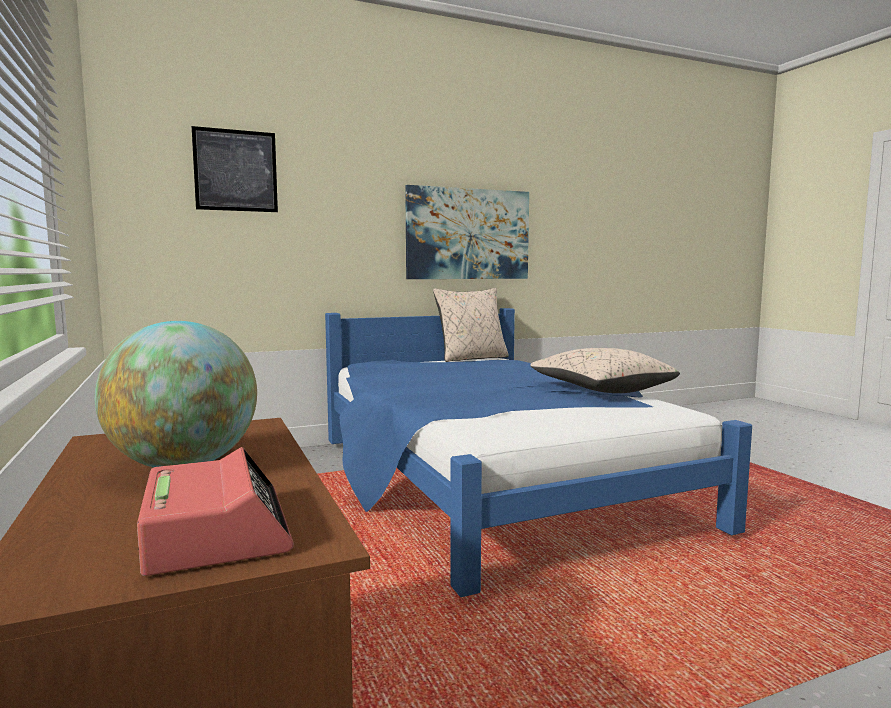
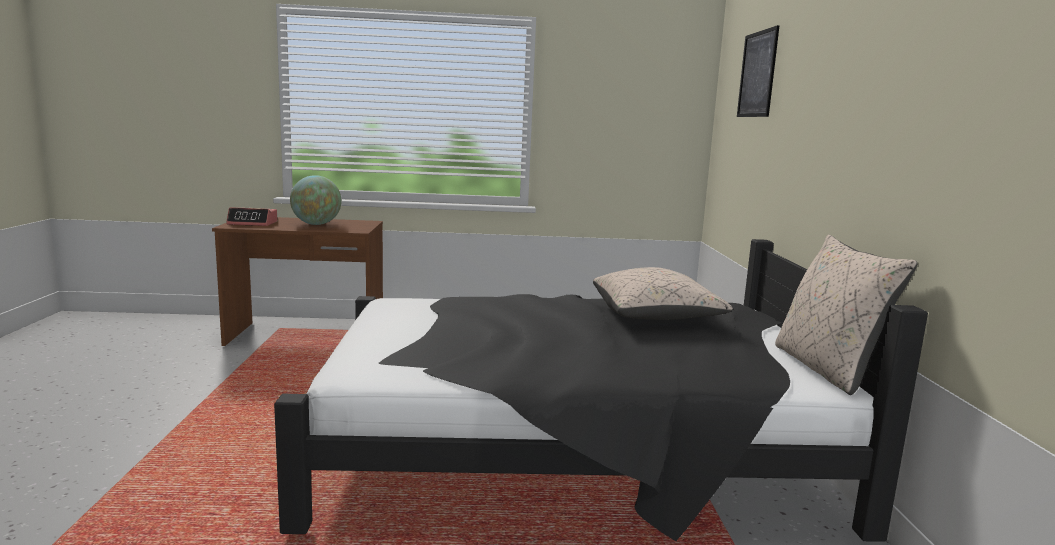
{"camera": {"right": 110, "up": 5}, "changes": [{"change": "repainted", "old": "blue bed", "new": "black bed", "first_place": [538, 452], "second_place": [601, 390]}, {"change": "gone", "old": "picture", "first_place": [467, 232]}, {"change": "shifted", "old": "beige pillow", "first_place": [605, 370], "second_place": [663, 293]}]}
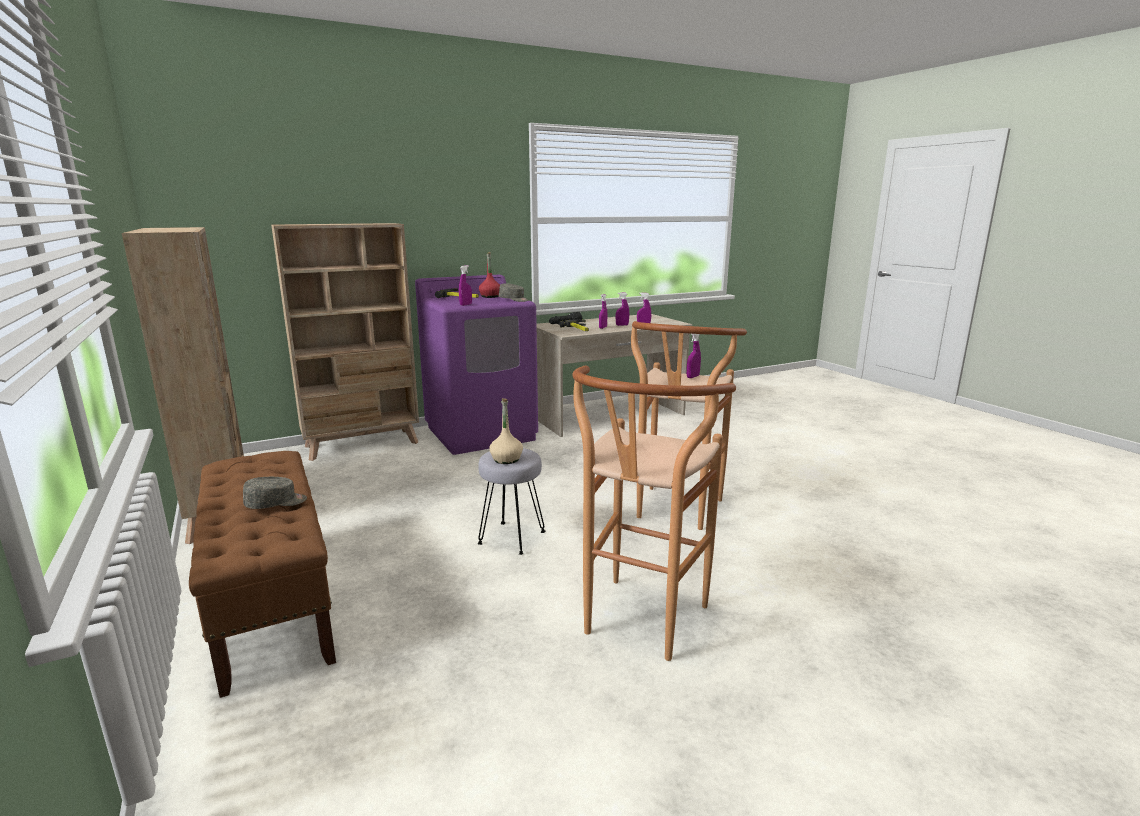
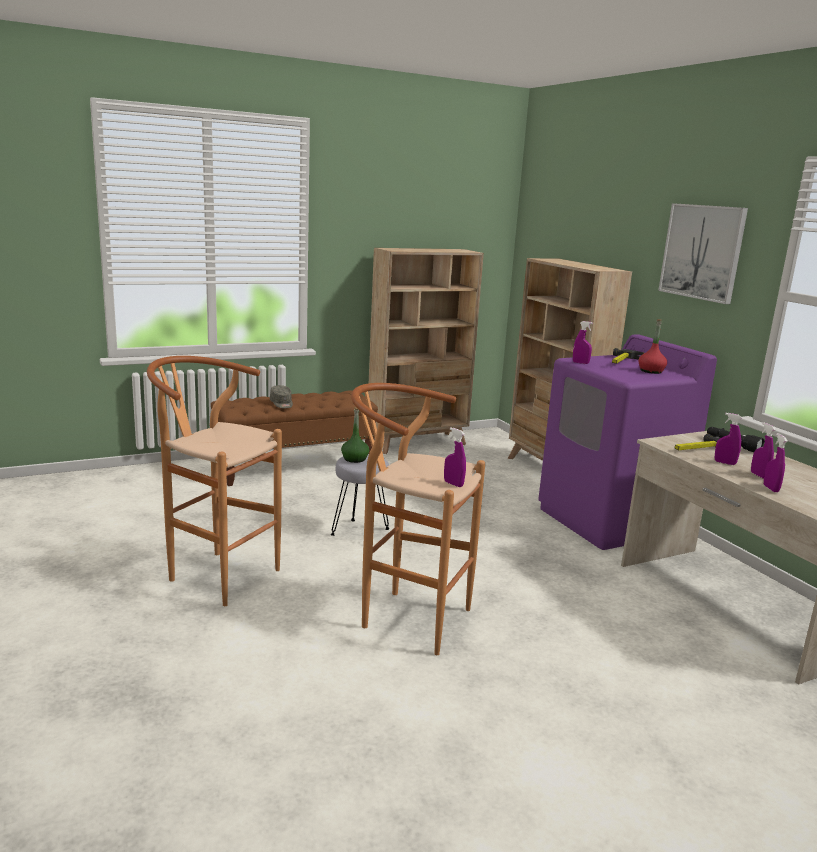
{"camera": {"right": 90, "up": 0}, "changes": [{"change": "repainted", "old": "beige bottle", "new": "green bottle", "first_place": [506, 431], "second_place": [355, 435]}, {"change": "gone", "old": "grey cap", "first_place": [514, 292]}, {"change": "new", "new": "picture", "second_place": [703, 253]}]}
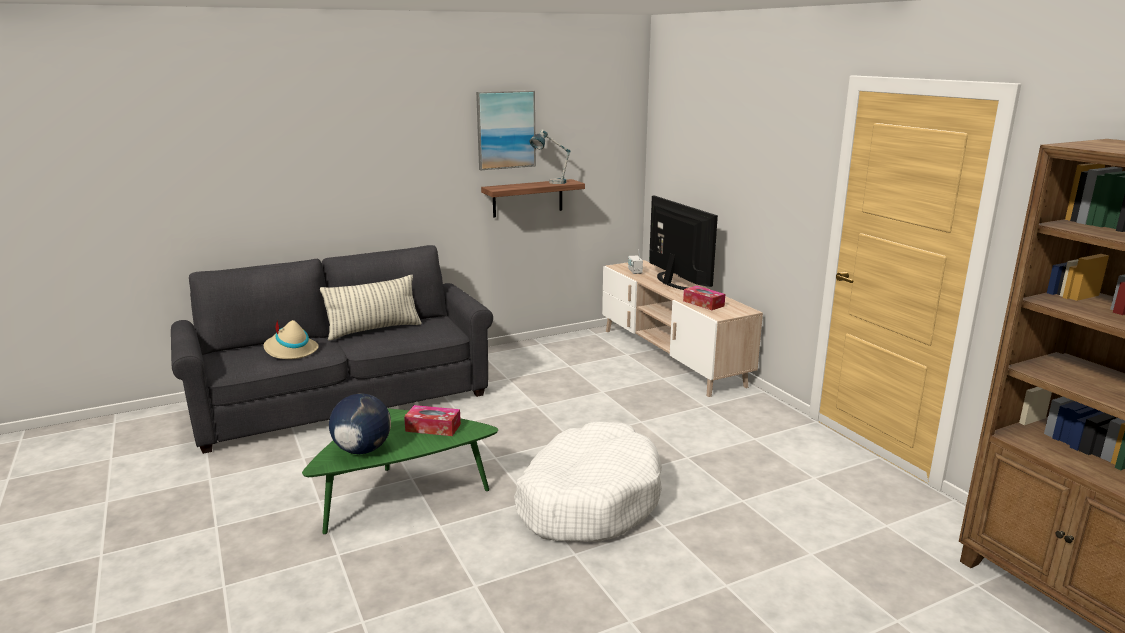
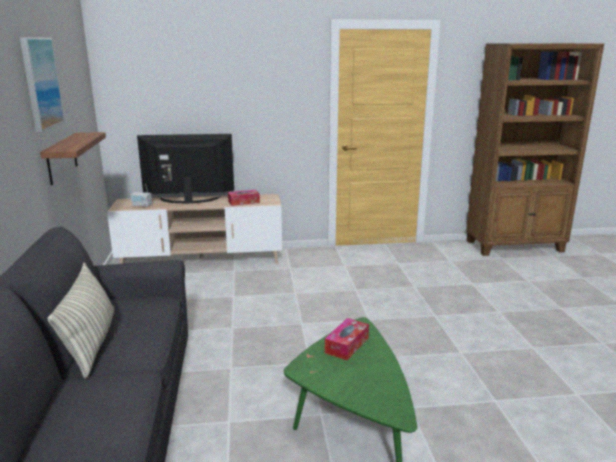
{"camera": {"right": -70, "up": 0}, "changes": [{"change": "gone", "old": "beige hat", "first_place": [291, 339]}, {"change": "gone", "old": "globe", "first_place": [360, 424]}, {"change": "gone", "old": "white dog bed", "first_place": [588, 482]}, {"change": "gone", "old": "table lamp", "first_place": [550, 156]}]}
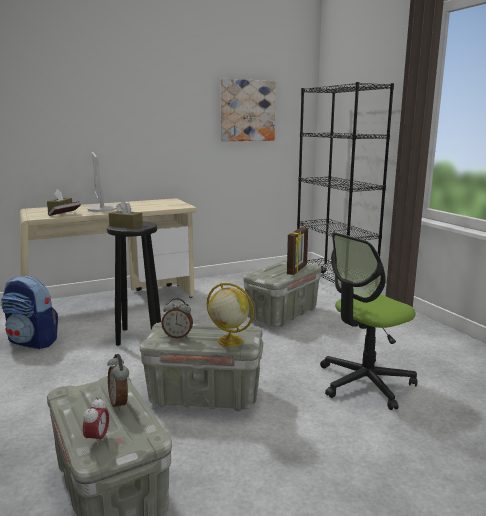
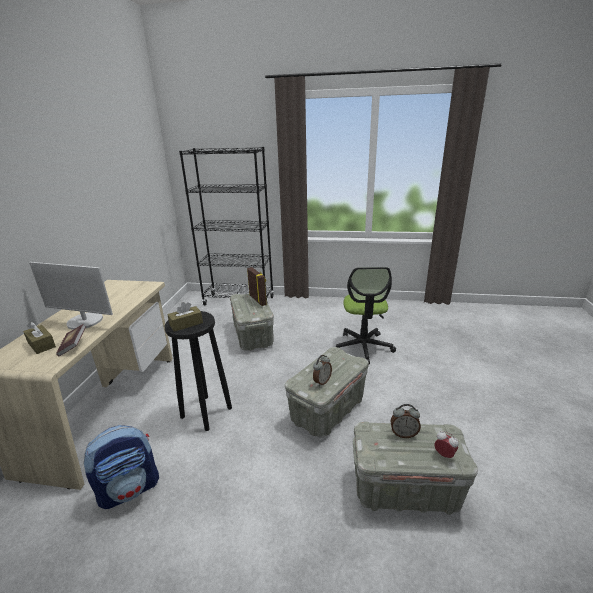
{"camera": {"right": -55, "up": 10}, "changes": [{"change": "gone", "old": "globe", "first_place": [230, 315]}, {"change": "gone", "old": "picture", "first_place": [248, 110]}]}
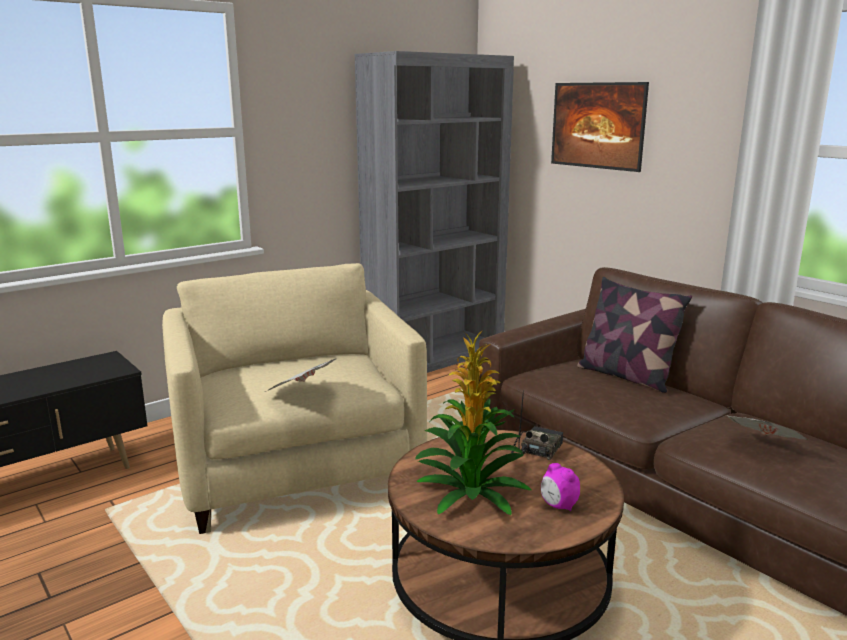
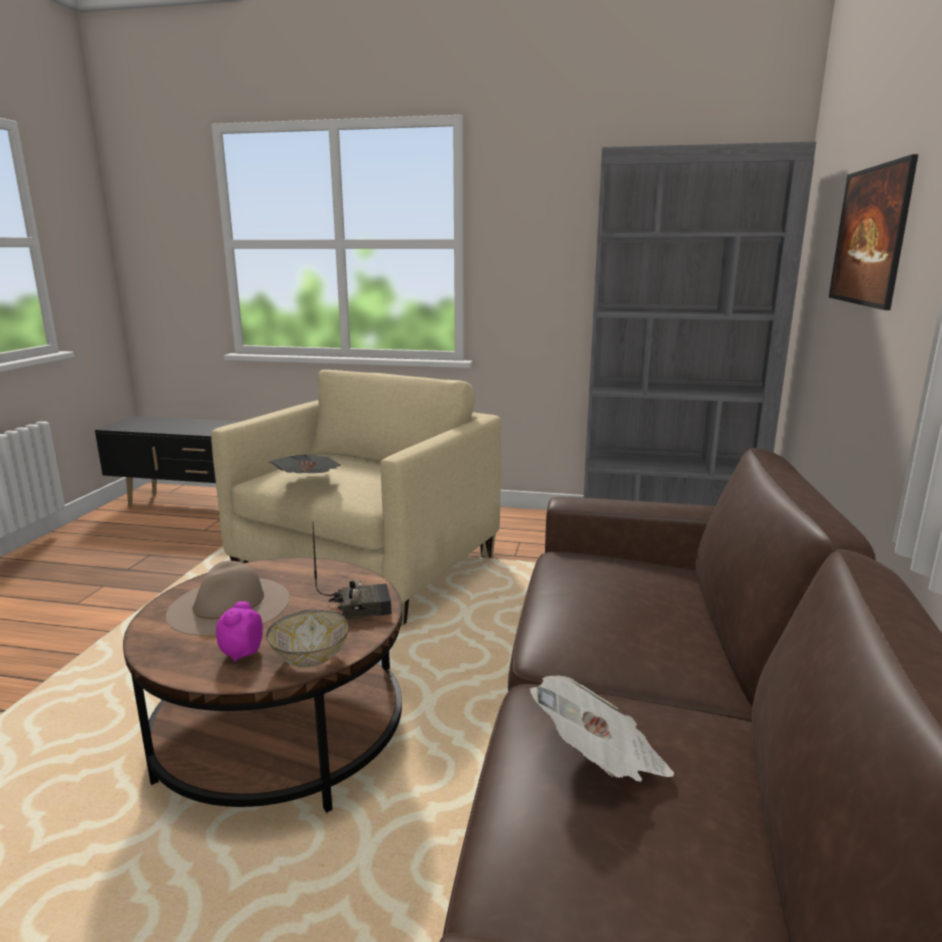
{"camera": {"right": 50, "up": 0}, "changes": [{"change": "swapped", "old": "potted plant", "new": "beige hat", "first_place": [473, 423], "second_place": [228, 598]}, {"change": "gone", "old": "pillow", "first_place": [634, 335]}, {"change": "new", "new": "bowl", "second_place": [307, 638]}]}
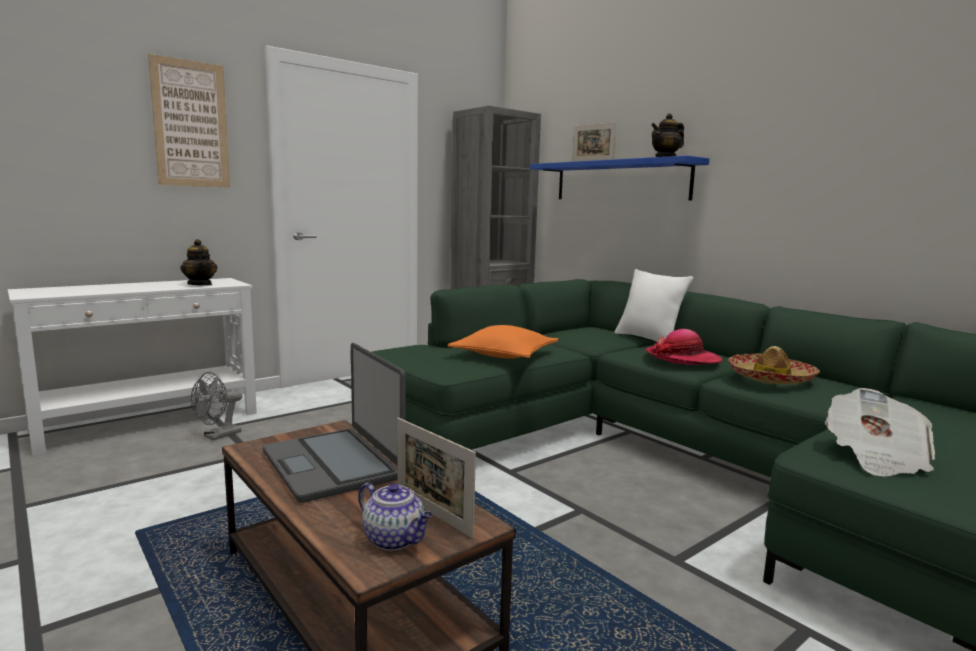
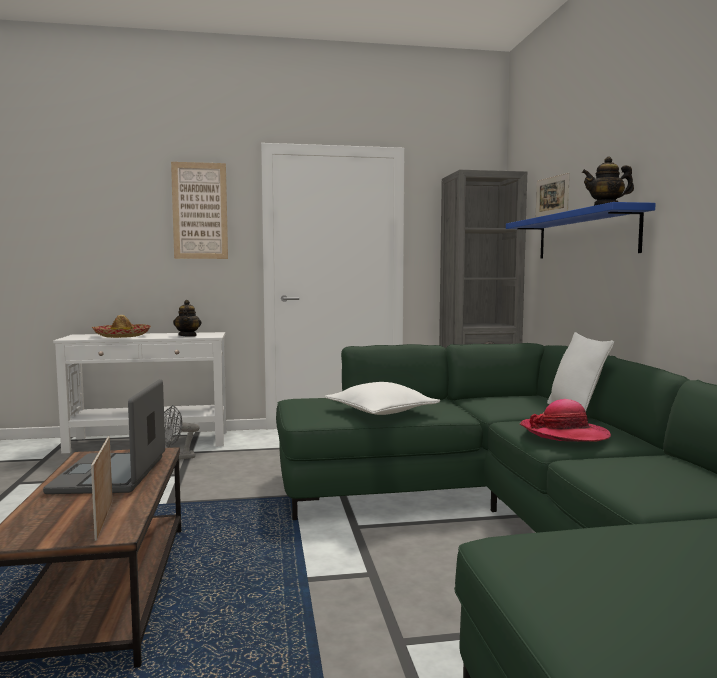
{"camera": {"right": 30, "up": -5}, "changes": [{"change": "gone", "old": "teapot", "first_place": [395, 517]}, {"change": "repainted", "old": "orange pillow", "new": "white pillow", "first_place": [503, 342], "second_place": [382, 398]}, {"change": "shifted", "old": "hat", "first_place": [774, 365], "second_place": [121, 326]}, {"change": "gone", "old": "newspaper", "first_place": [880, 432]}]}
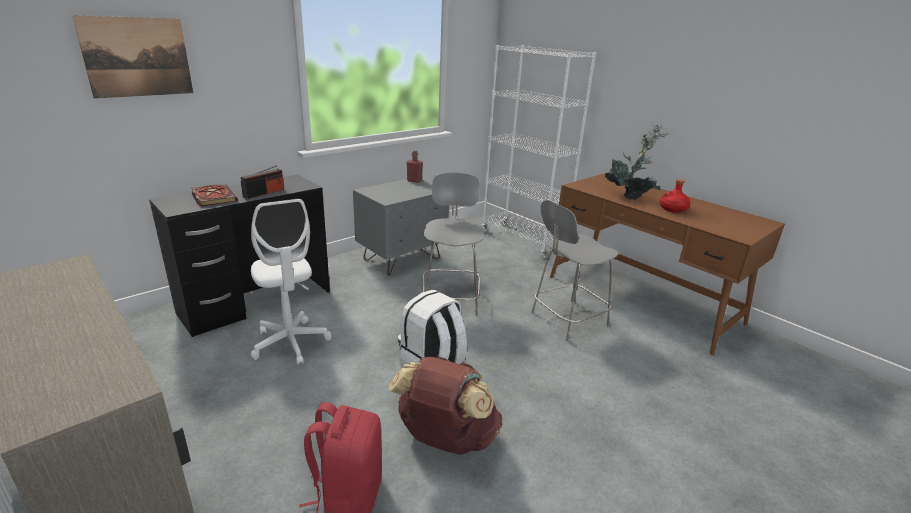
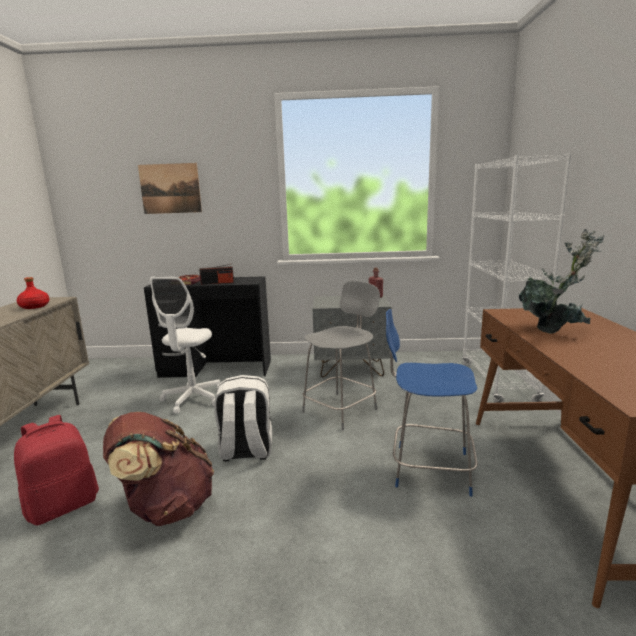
{"camera": {"right": 45, "up": -10}, "changes": [{"change": "repainted", "old": "grey chair", "new": "blue chair", "first_place": [574, 270], "second_place": [432, 403]}, {"change": "shifted", "old": "red bottle", "first_place": [675, 196], "second_place": [33, 293]}]}
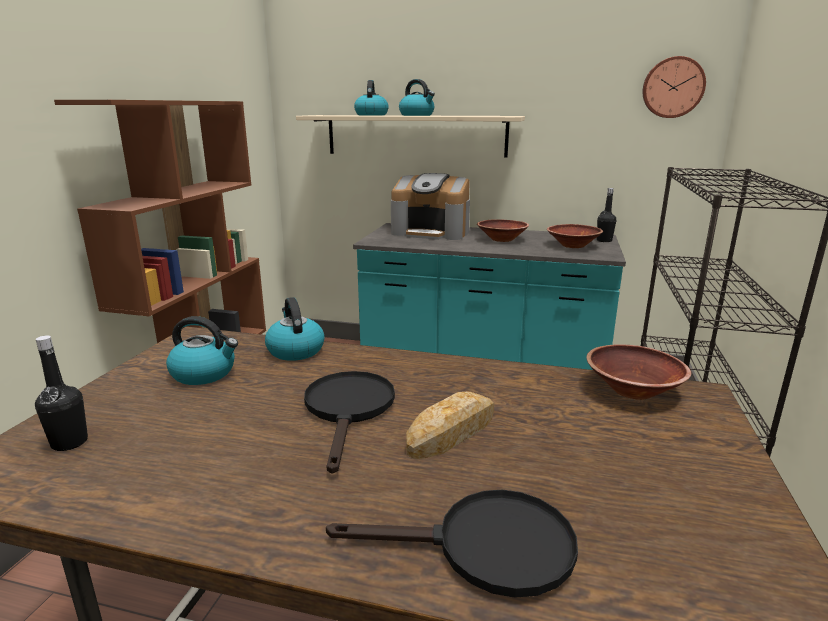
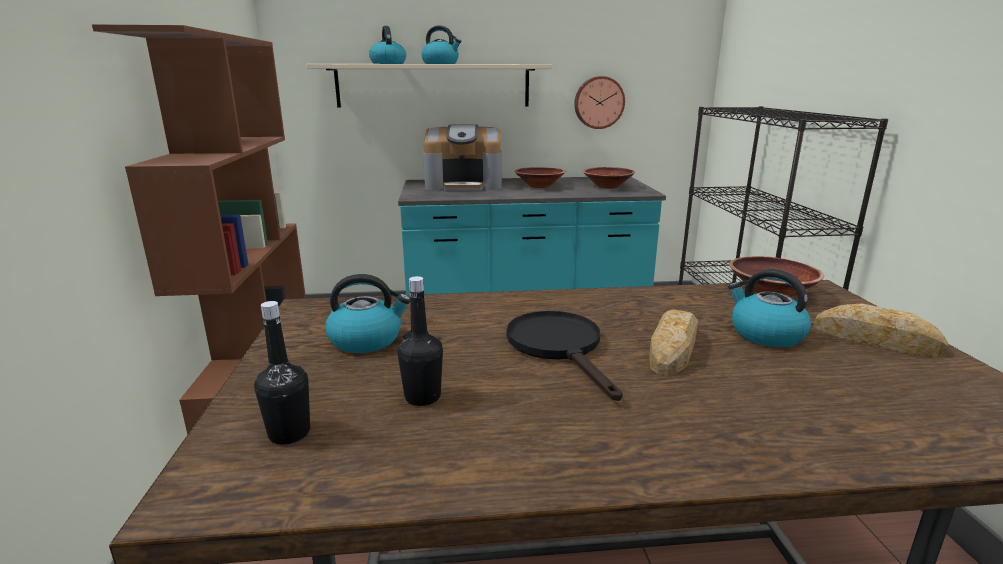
{"camera": {"right": -20, "up": 0}, "changes": [{"change": "shifted", "old": "kettle", "first_place": [295, 329], "second_place": [769, 308]}, {"change": "gone", "old": "black frying pan", "first_place": [452, 544]}, {"change": "shifted", "old": "black bottle", "first_place": [606, 215], "second_place": [420, 341]}, {"change": "shifted", "old": "wall clock", "first_place": [674, 87], "second_place": [599, 102]}, {"change": "new", "new": "bread", "second_place": [881, 331]}]}
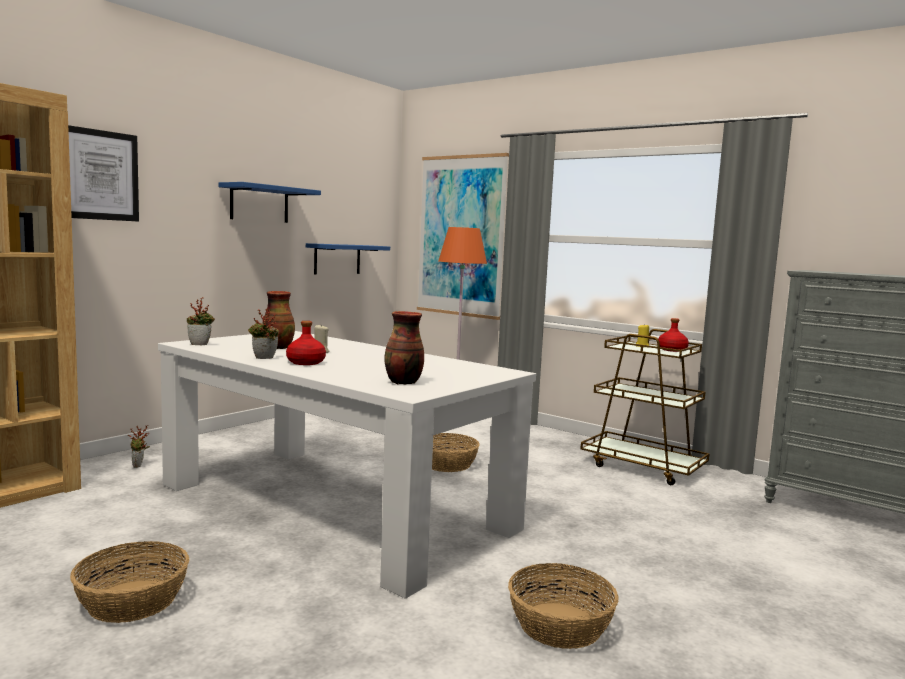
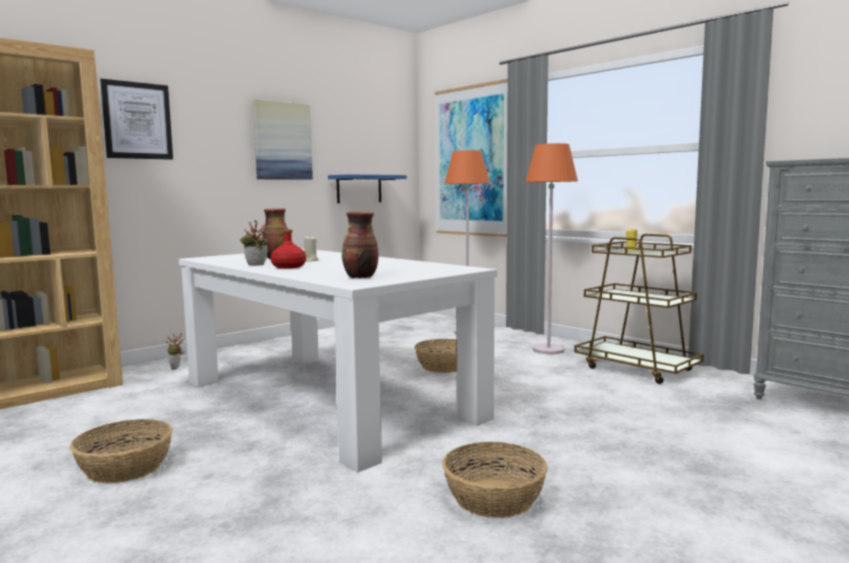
{"camera": {"right": 10, "up": 0}, "changes": [{"change": "gone", "old": "potted plant", "first_place": [201, 321]}, {"change": "swapped", "old": "blue shelf", "new": "picture", "first_place": [270, 202], "second_place": [283, 139]}, {"change": "gone", "old": "red bottle", "first_place": [673, 335]}, {"change": "new", "new": "orange floor lamp", "second_place": [551, 248]}]}
